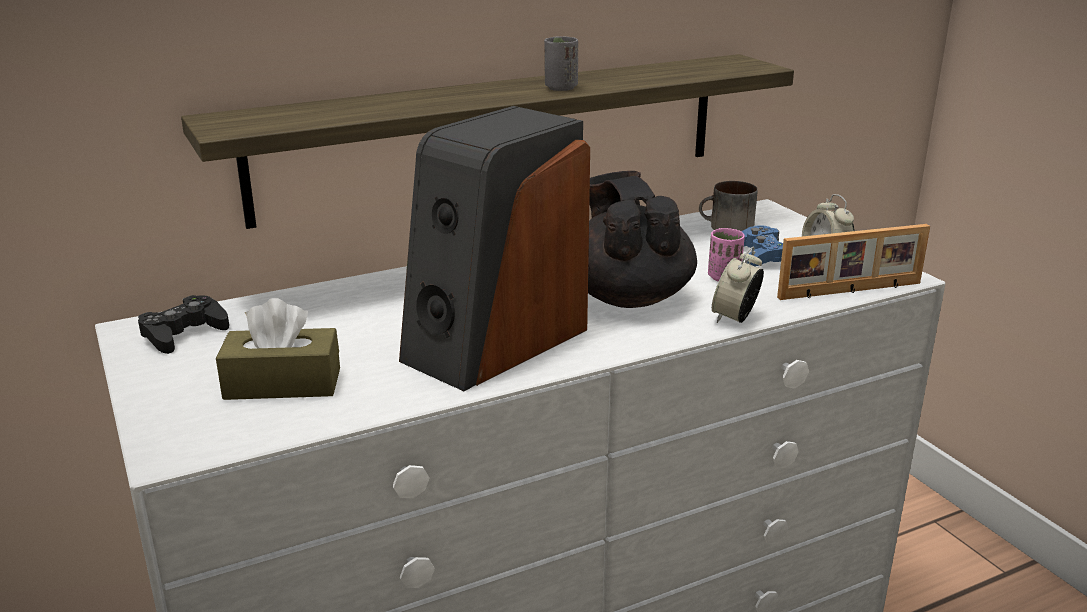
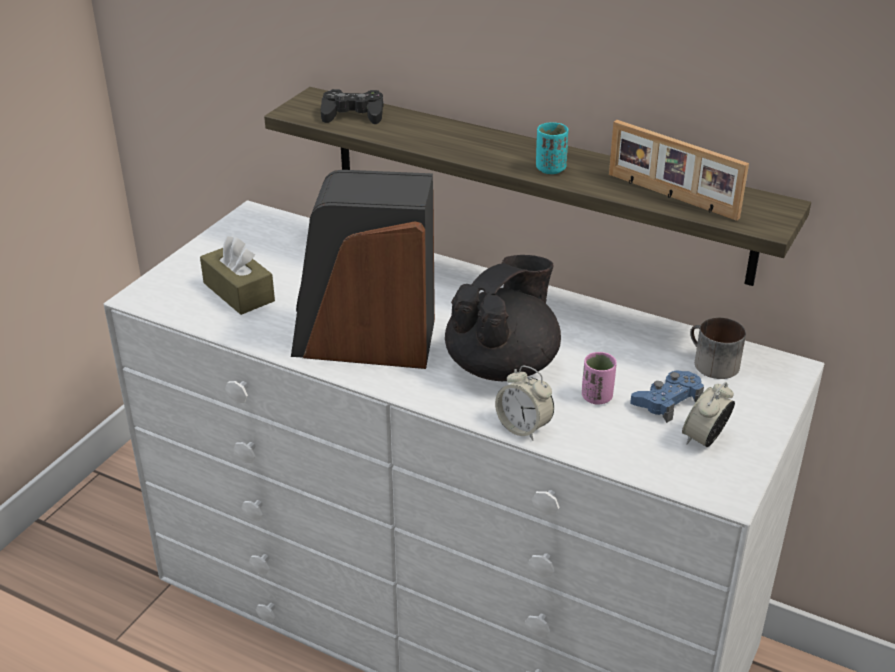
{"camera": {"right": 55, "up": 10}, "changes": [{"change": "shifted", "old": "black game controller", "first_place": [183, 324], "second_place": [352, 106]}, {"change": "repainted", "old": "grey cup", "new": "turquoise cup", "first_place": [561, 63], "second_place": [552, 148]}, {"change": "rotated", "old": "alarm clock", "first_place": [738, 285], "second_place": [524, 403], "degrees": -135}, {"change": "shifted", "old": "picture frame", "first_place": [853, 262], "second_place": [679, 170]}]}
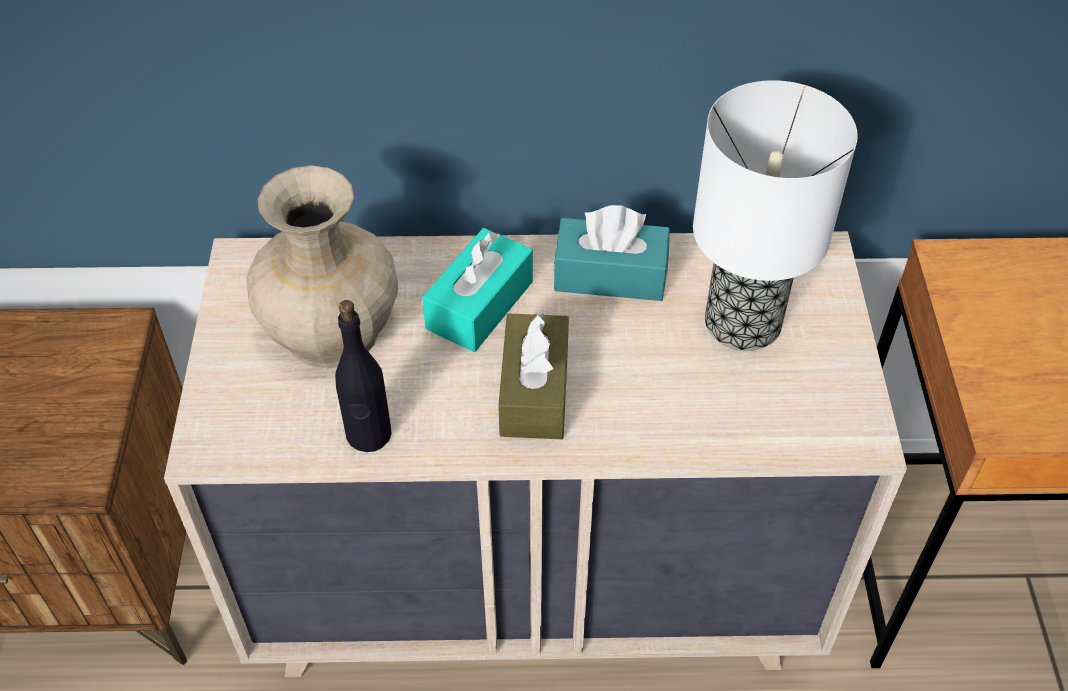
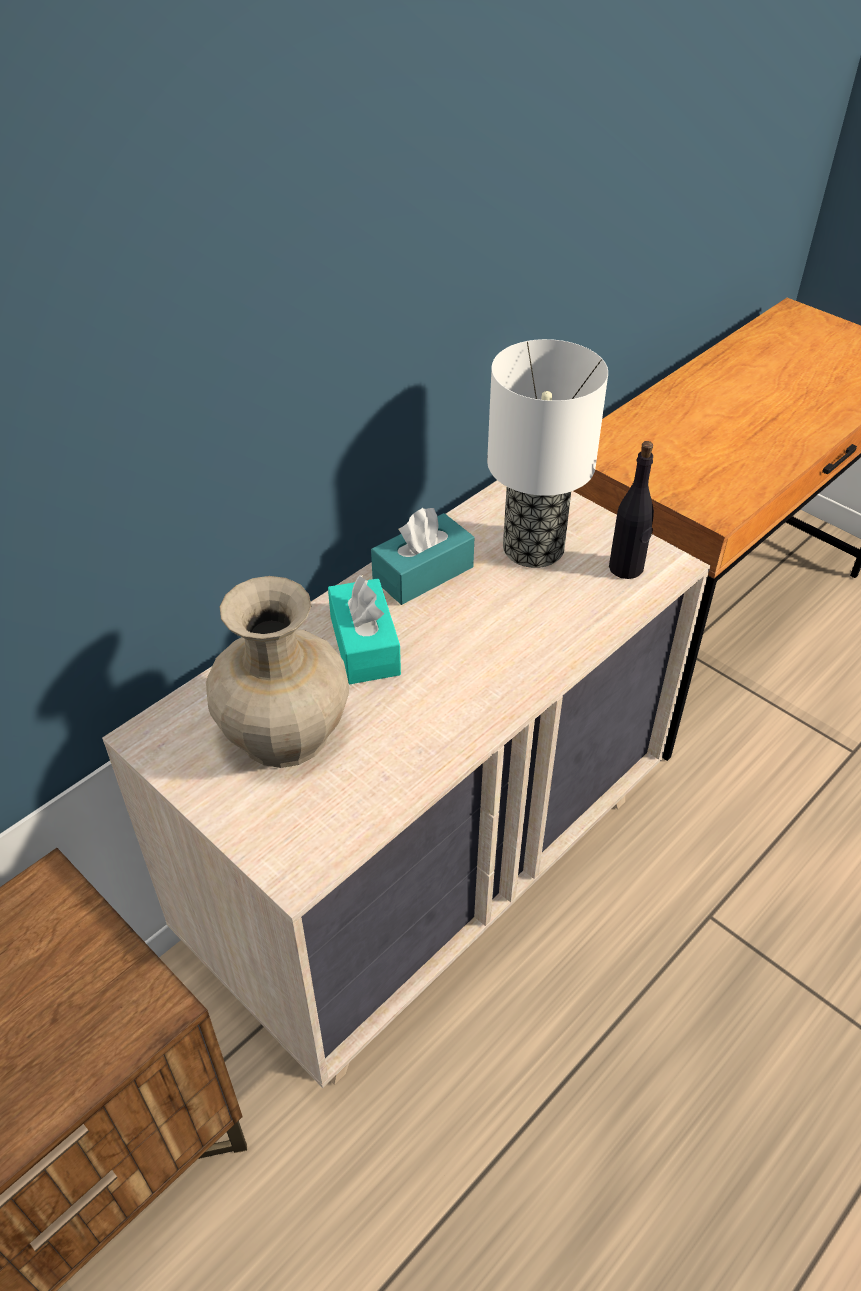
{"camera": {"right": -45, "up": -5}, "changes": [{"change": "shifted", "old": "black bottle", "first_place": [363, 376], "second_place": [631, 510]}, {"change": "gone", "old": "brown tissue box", "first_place": [533, 376]}]}
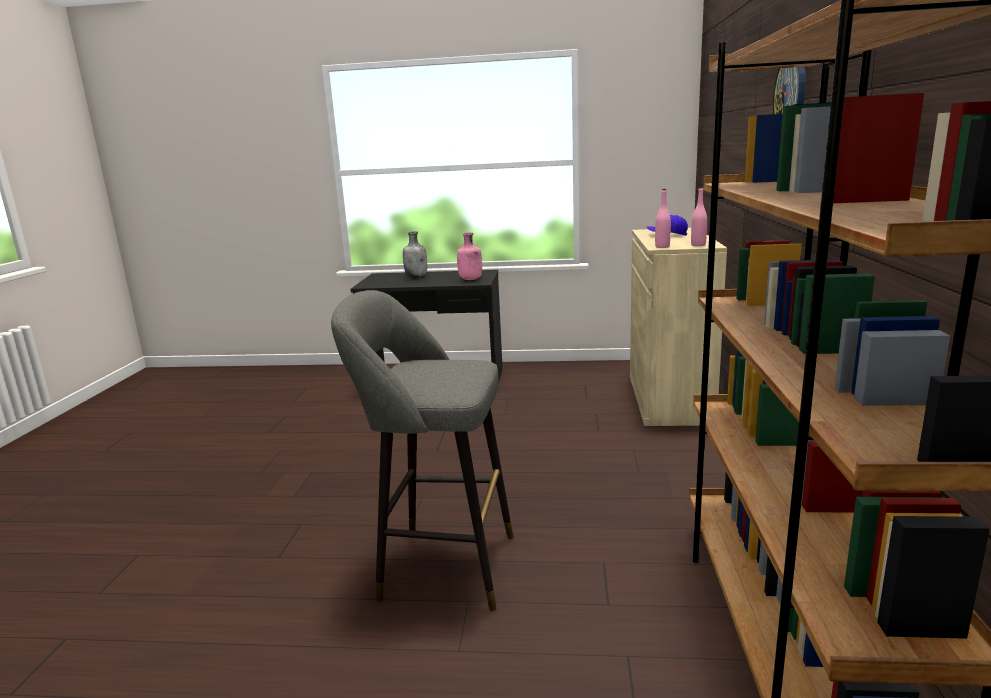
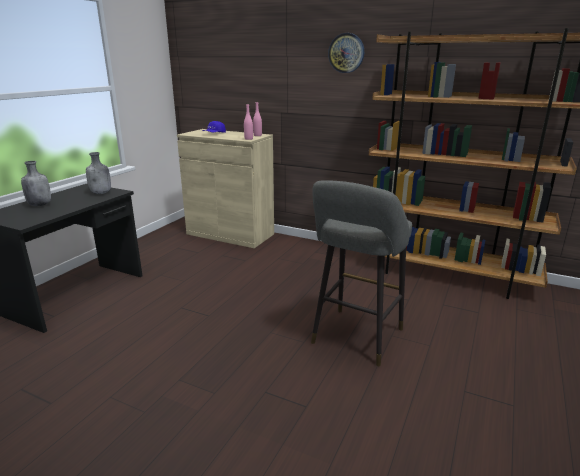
{"camera": {"right": -70, "up": 5}, "changes": [{"change": "repainted", "old": "pink bottle", "new": "grey bottle", "first_place": [469, 256], "second_place": [98, 173]}]}
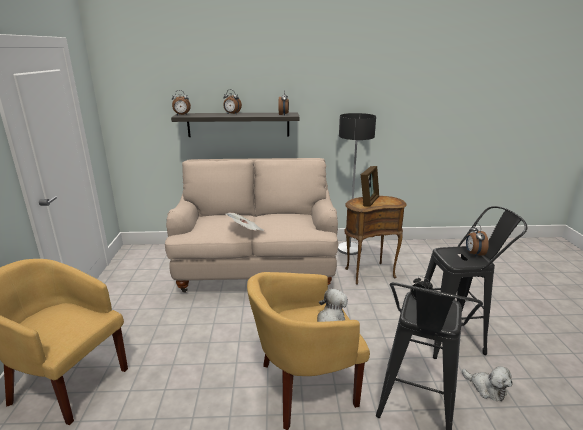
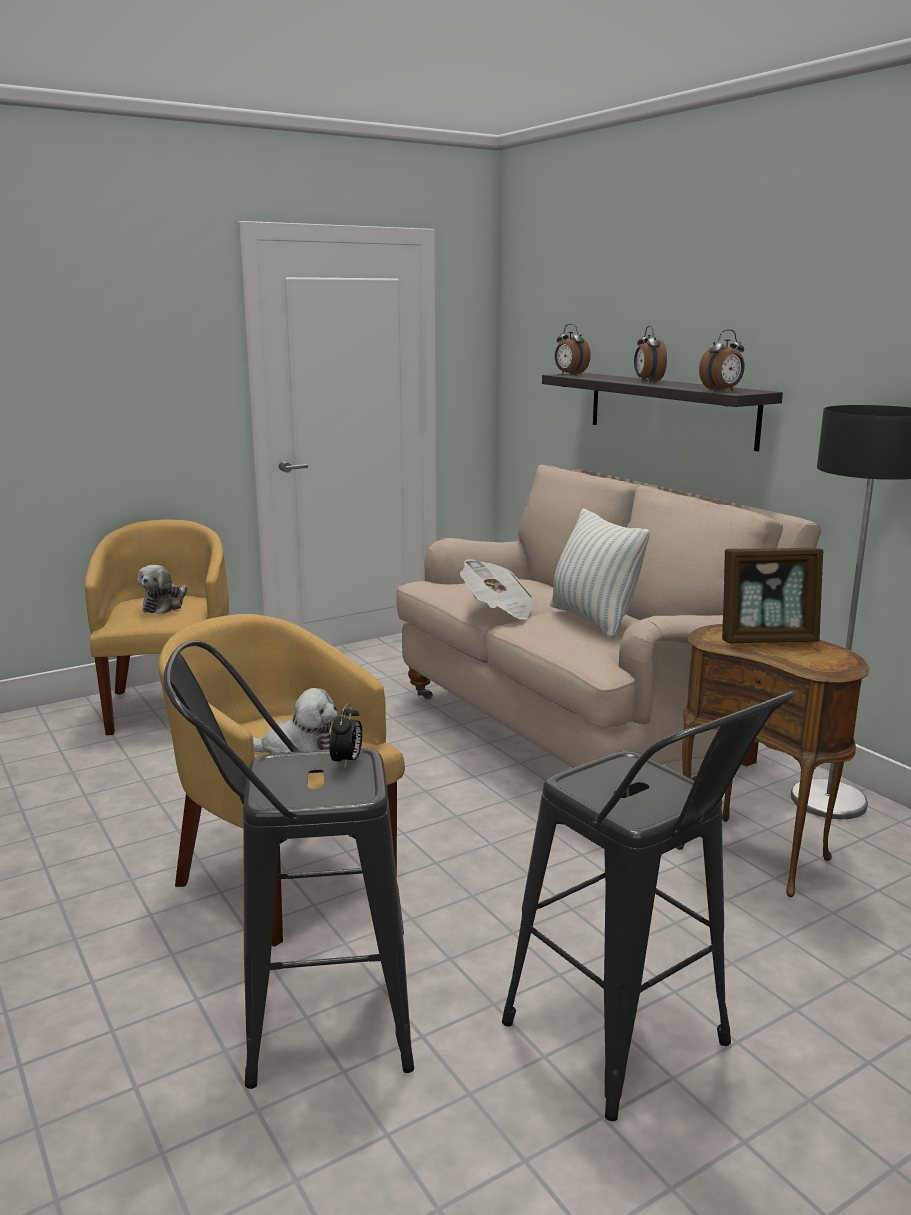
{"camera": {"right": 60, "up": -5}, "changes": [{"change": "shifted", "old": "plush toy", "first_place": [487, 383], "second_place": [162, 589]}, {"change": "gone", "old": "alarm clock", "first_place": [477, 240]}, {"change": "new", "new": "pillow", "second_place": [600, 573]}]}
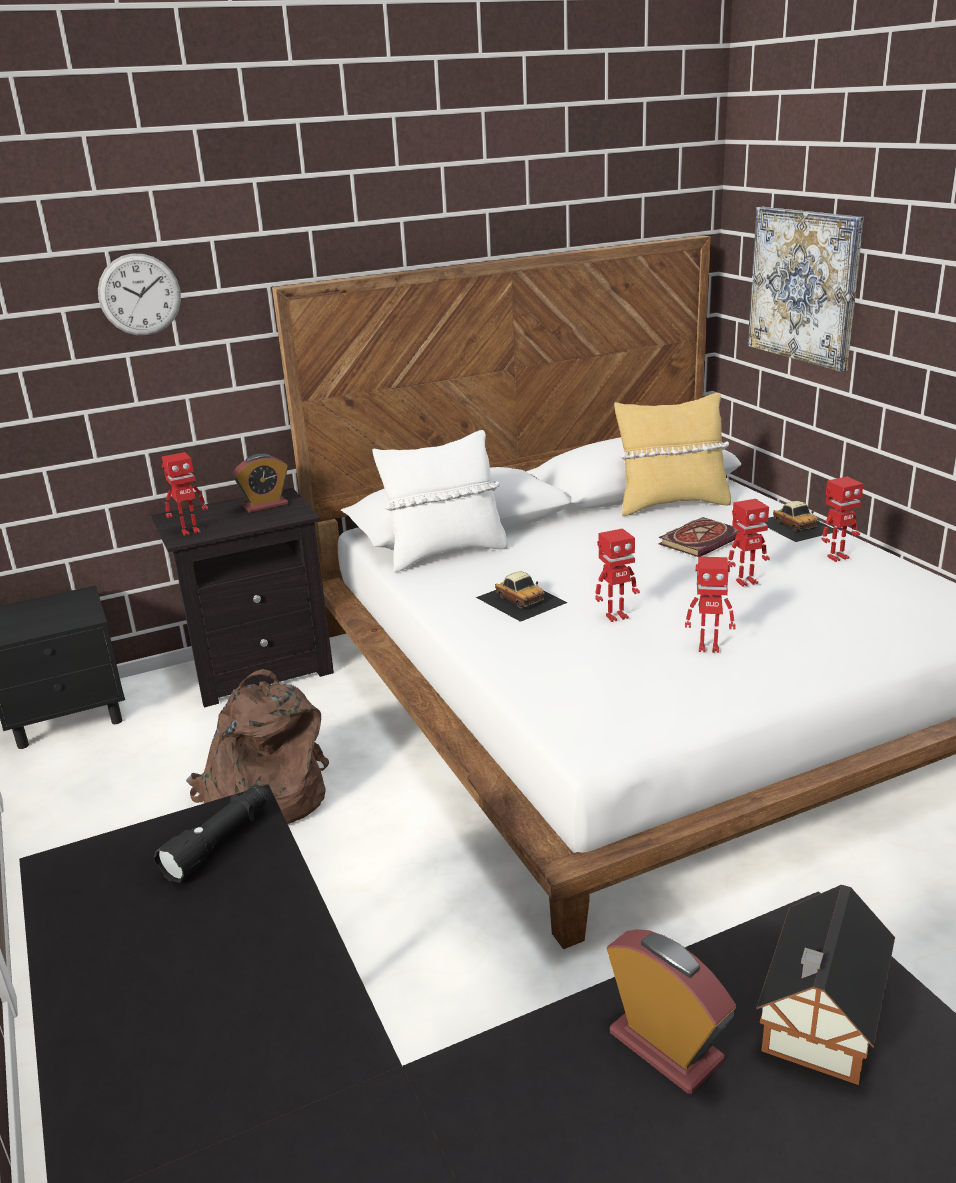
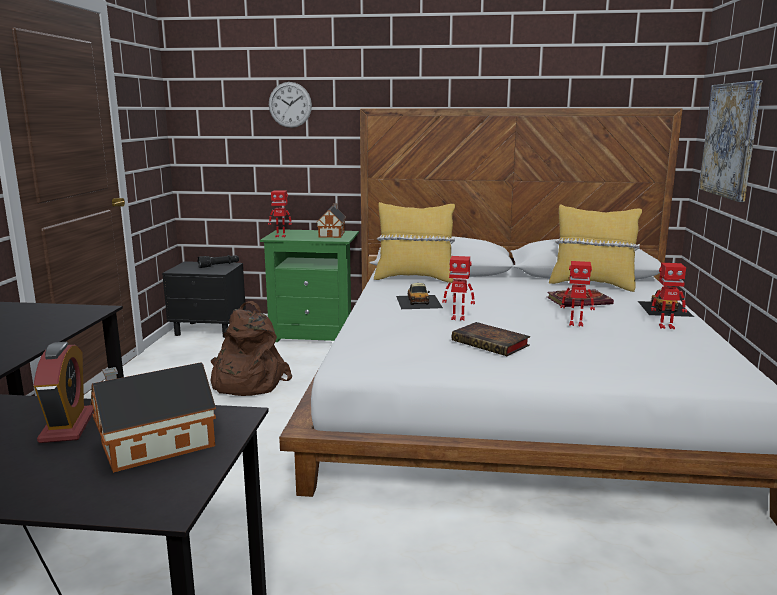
{"camera": {"right": 30, "up": -10}, "changes": [{"change": "repainted", "old": "black nightstand", "new": "green nightstand", "first_place": [242, 597], "second_place": [309, 285]}, {"change": "shifted", "old": "black flashlight", "first_place": [211, 834], "second_place": [218, 261]}, {"change": "swapped", "old": "alarm clock", "new": "toy house", "first_place": [260, 483], "second_place": [331, 220]}, {"change": "repainted", "old": "white pillow", "new": "yellow pillow", "first_place": [440, 501], "second_place": [414, 242]}, {"change": "swapped", "old": "toy robot", "new": "book", "first_place": [710, 605], "second_place": [491, 339]}]}
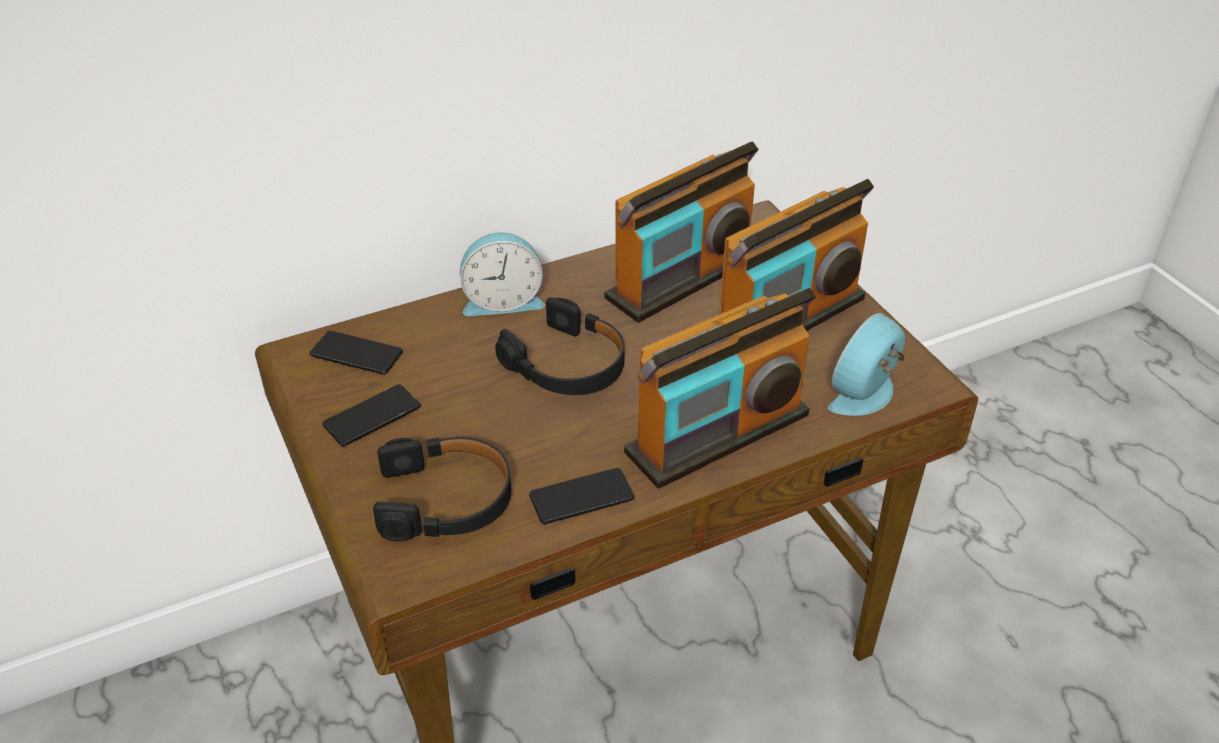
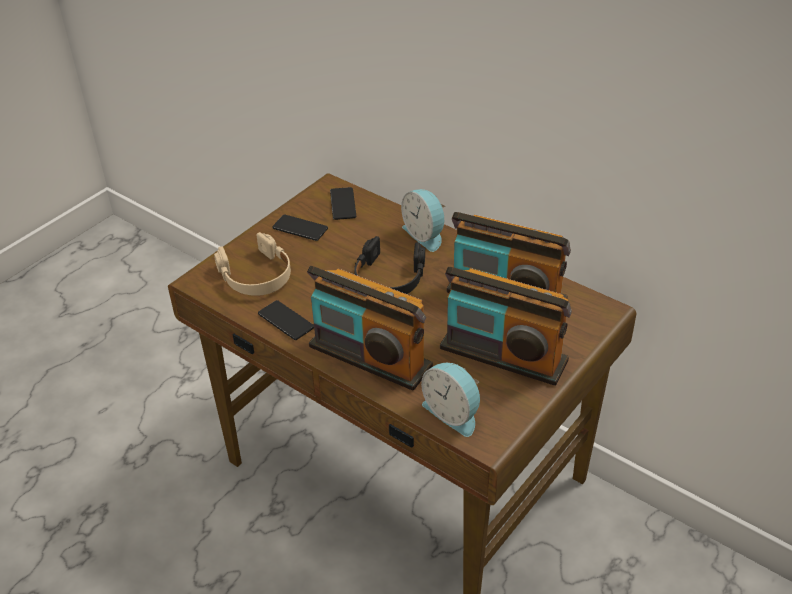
{"camera": {"right": 65, "up": 0}, "changes": [{"change": "repainted", "old": "black headphones", "new": "beige headphones", "first_place": [442, 489], "second_place": [252, 264]}, {"change": "rotated", "old": "alarm clock", "first_place": [866, 364], "second_place": [450, 400], "degrees": -150}]}
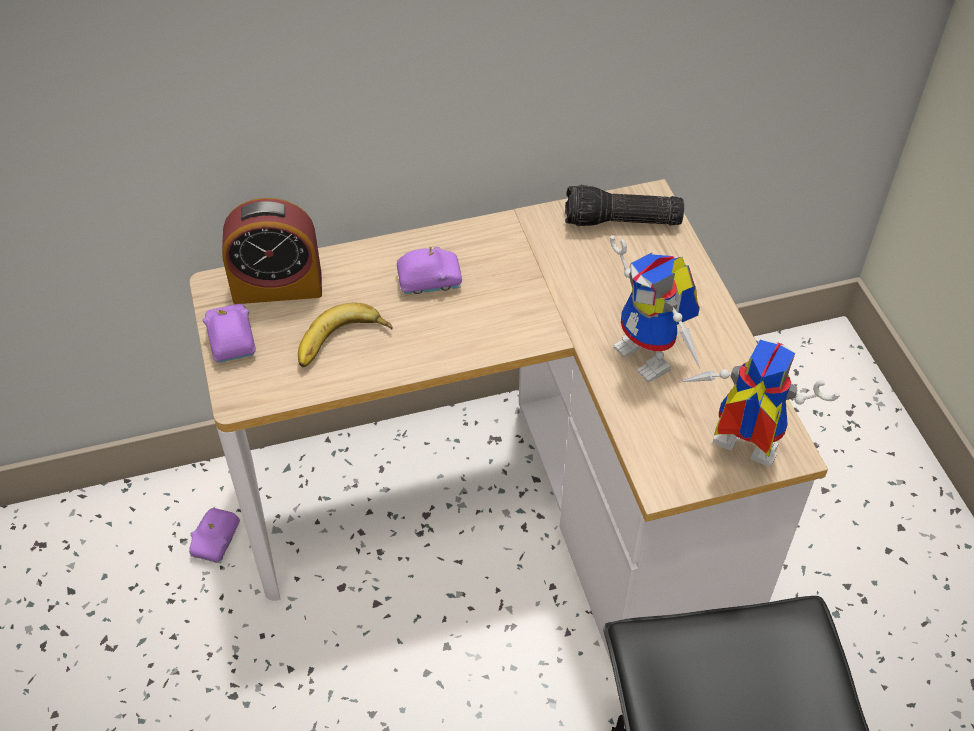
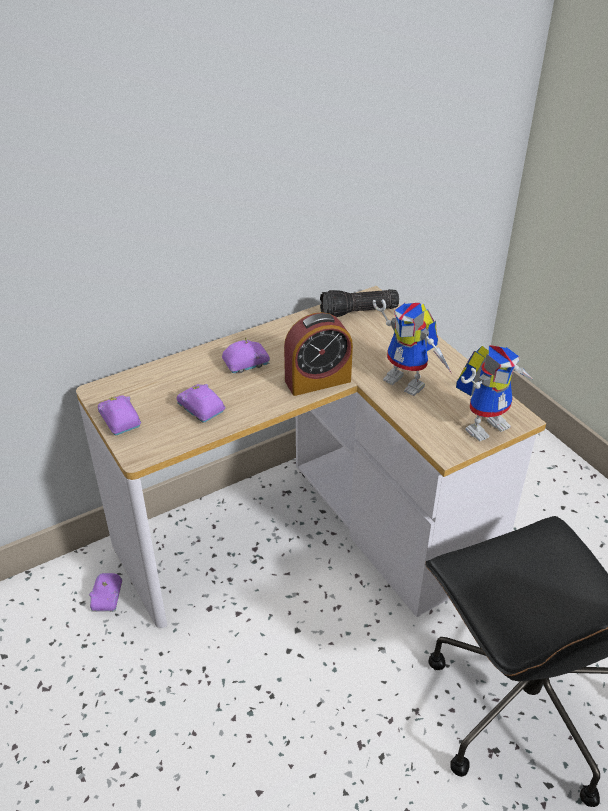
{"camera": {"right": -15, "up": -10}, "changes": [{"change": "shifted", "old": "alarm clock", "first_place": [272, 251], "second_place": [318, 354]}, {"change": "swapped", "old": "banana", "new": "purple toy car", "first_place": [345, 334], "second_place": [201, 403]}, {"change": "rotated", "old": "toy robot", "first_place": [759, 403], "second_place": [494, 393], "degrees": 135}]}
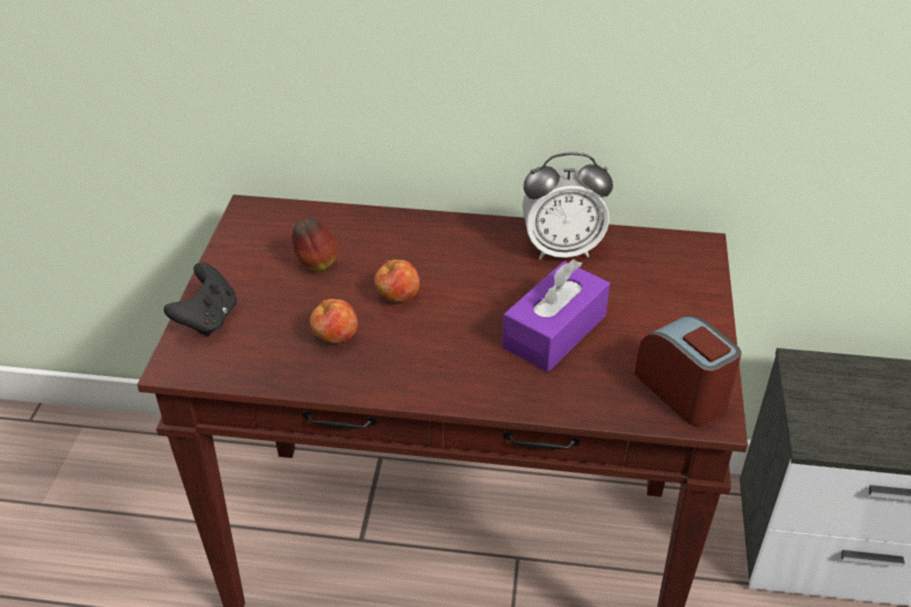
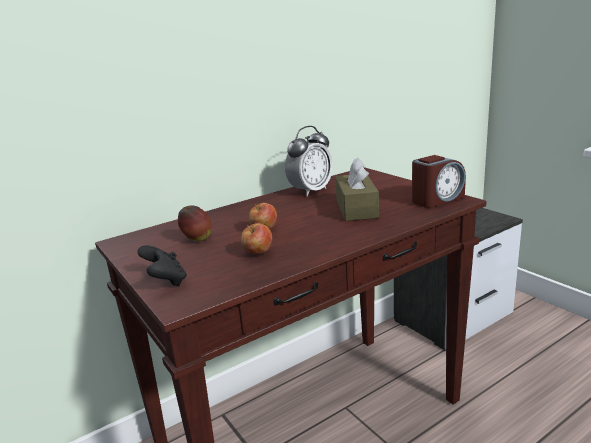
{"camera": {"right": -40, "up": -20}, "changes": [{"change": "repainted", "old": "purple tissue box", "new": "brown tissue box", "first_place": [556, 315], "second_place": [357, 189]}, {"change": "rotated", "old": "alarm clock", "first_place": [688, 370], "second_place": [439, 181], "degrees": 135}]}
